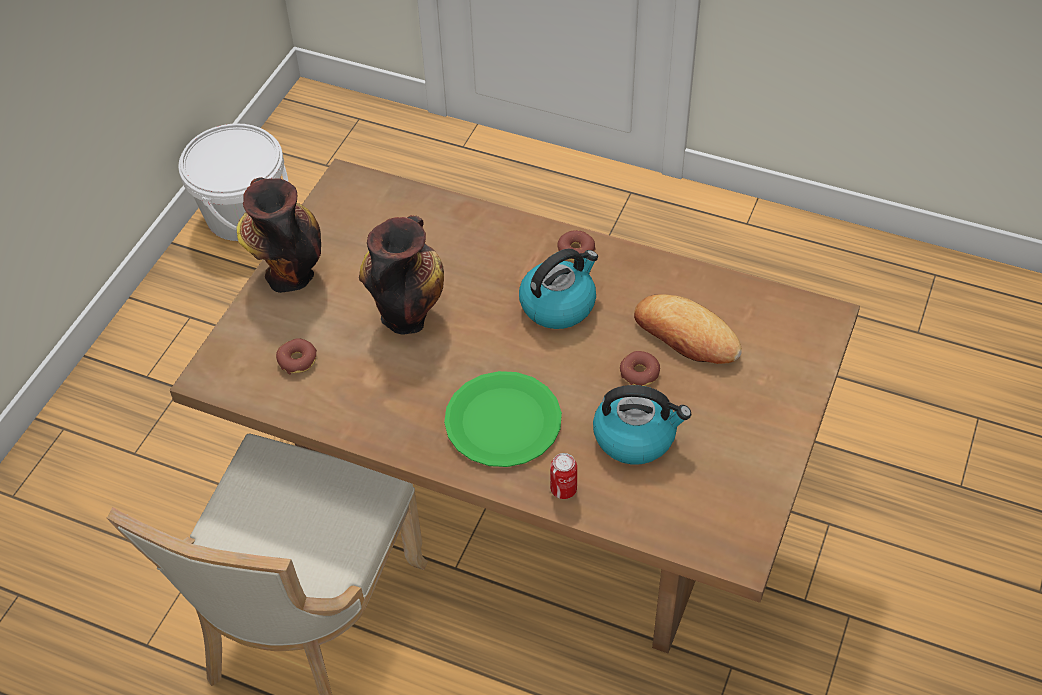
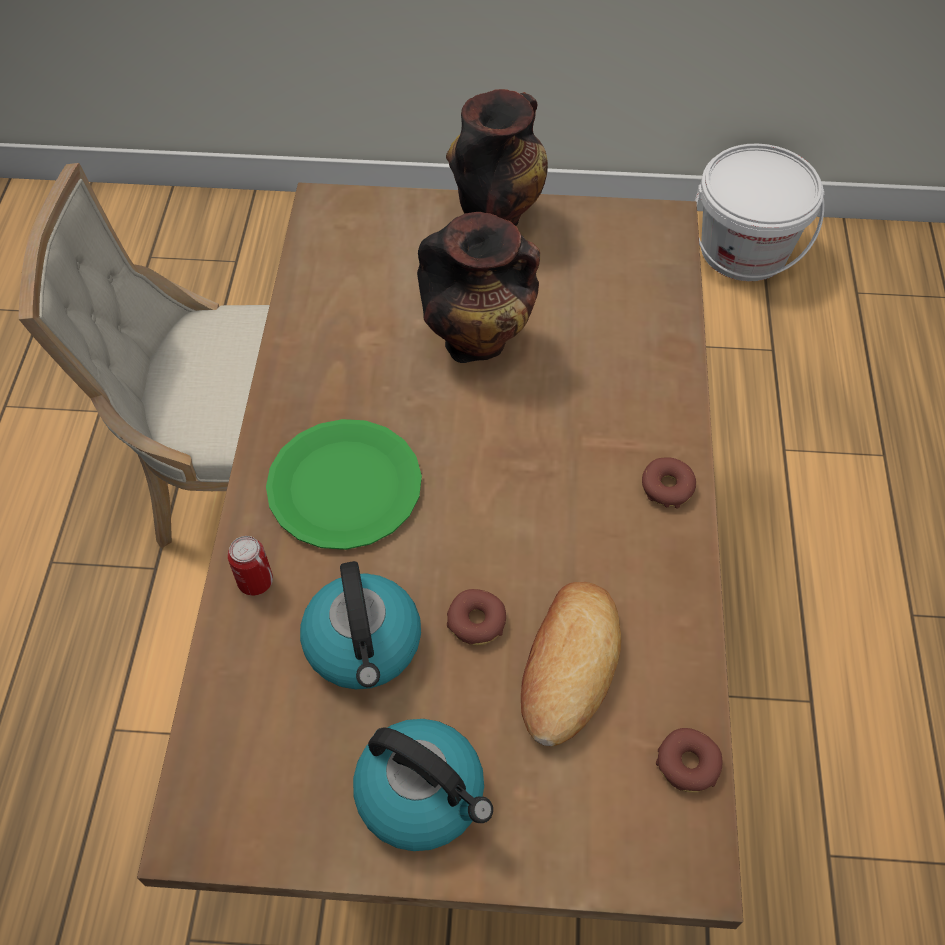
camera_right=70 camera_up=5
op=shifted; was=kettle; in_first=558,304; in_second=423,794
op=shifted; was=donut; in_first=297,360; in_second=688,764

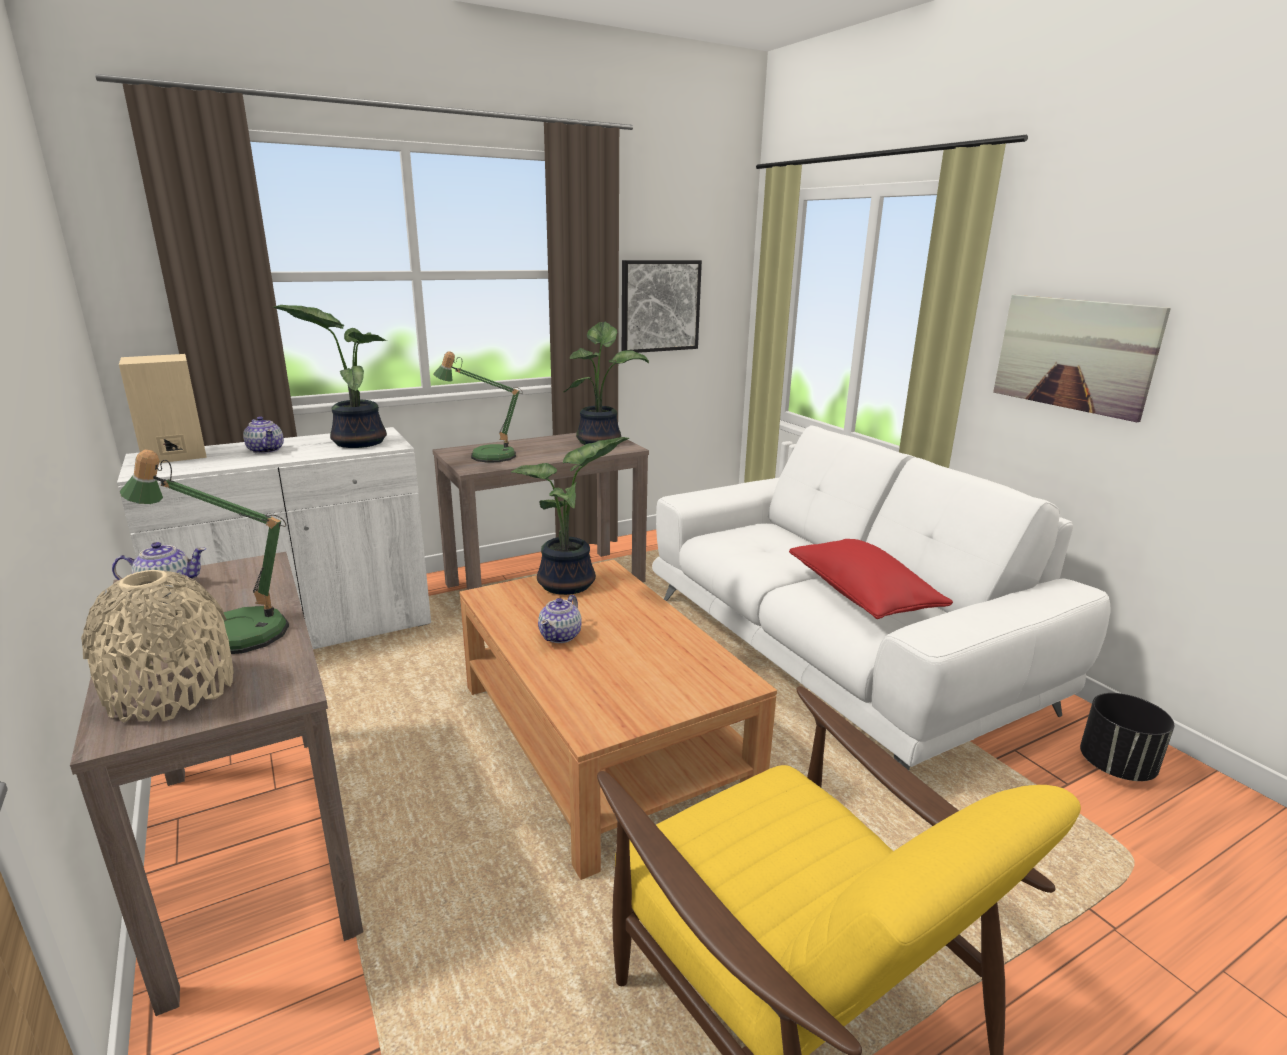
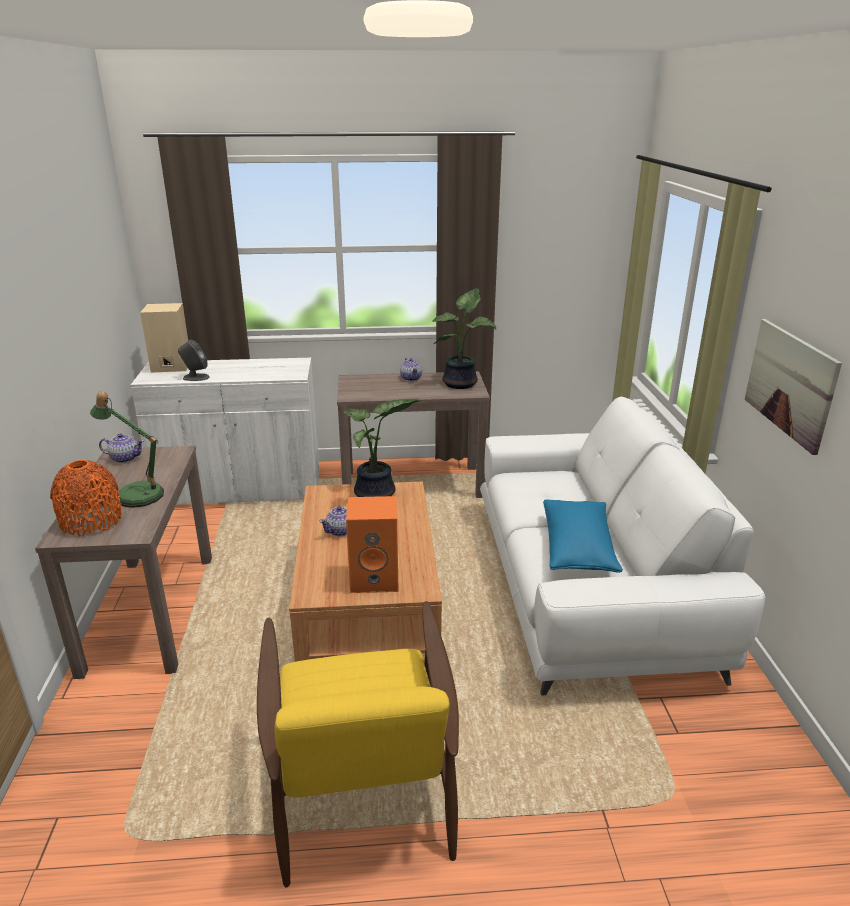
camera_right=25 camera_up=5
op=gone; was=picture; in_first=660,306
op=gone; was=potted plant; in_first=357,441
op=gone; was=table lamp; in_first=486,455
op=shifted; was=teapot; in_first=266,450; in_second=411,378
op=repainted; was=red pillow; now=blue pillow; in_first=862,596; in_second=578,549
op=repainted; was=beige vase; now=orange vase; in_first=172,690; in_second=91,521
op=gone; was=black planter; in_first=1116,766
op=new; now=grey speaker; in_second=195,377
op=new; now=orange speaker; in_second=376,578

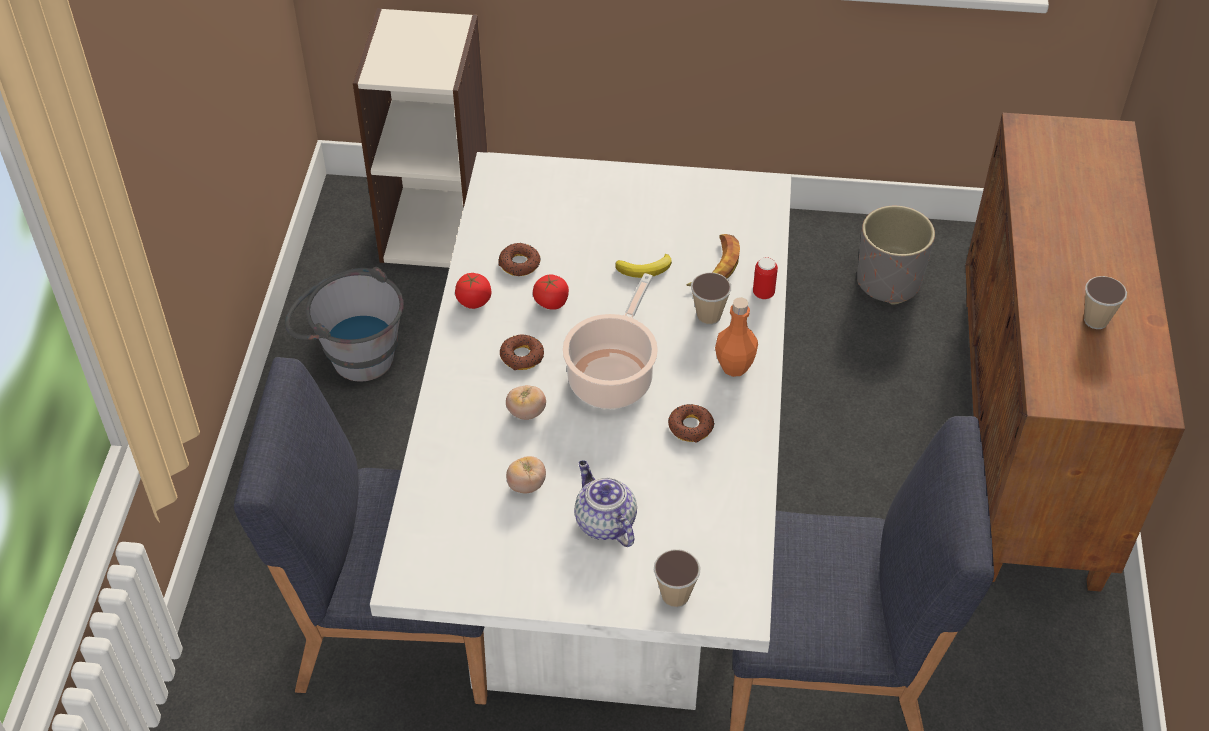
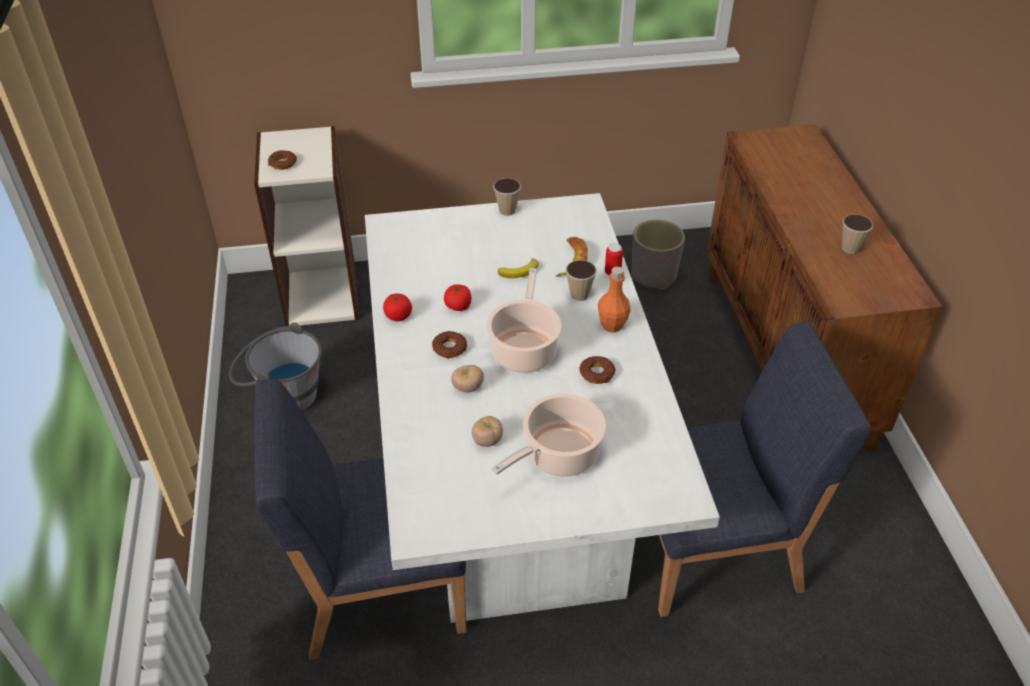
camera_right=-15 camera_up=-5
op=shifted; was=donut; in_first=519,264; in_second=283,163
op=swapped; was=teapot; now=cooking pot; in_first=604,522; in_second=558,455
op=shifted; was=cup; in_first=675,596; in_second=507,210

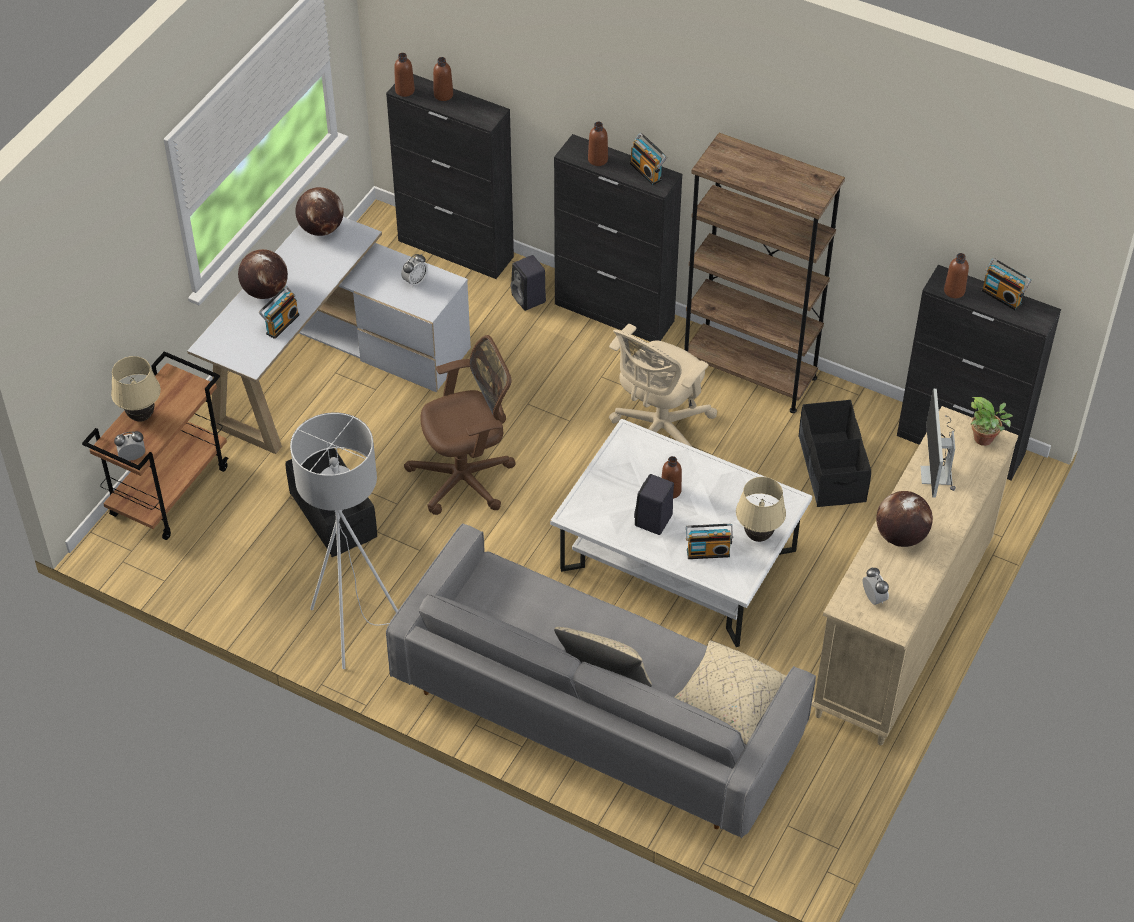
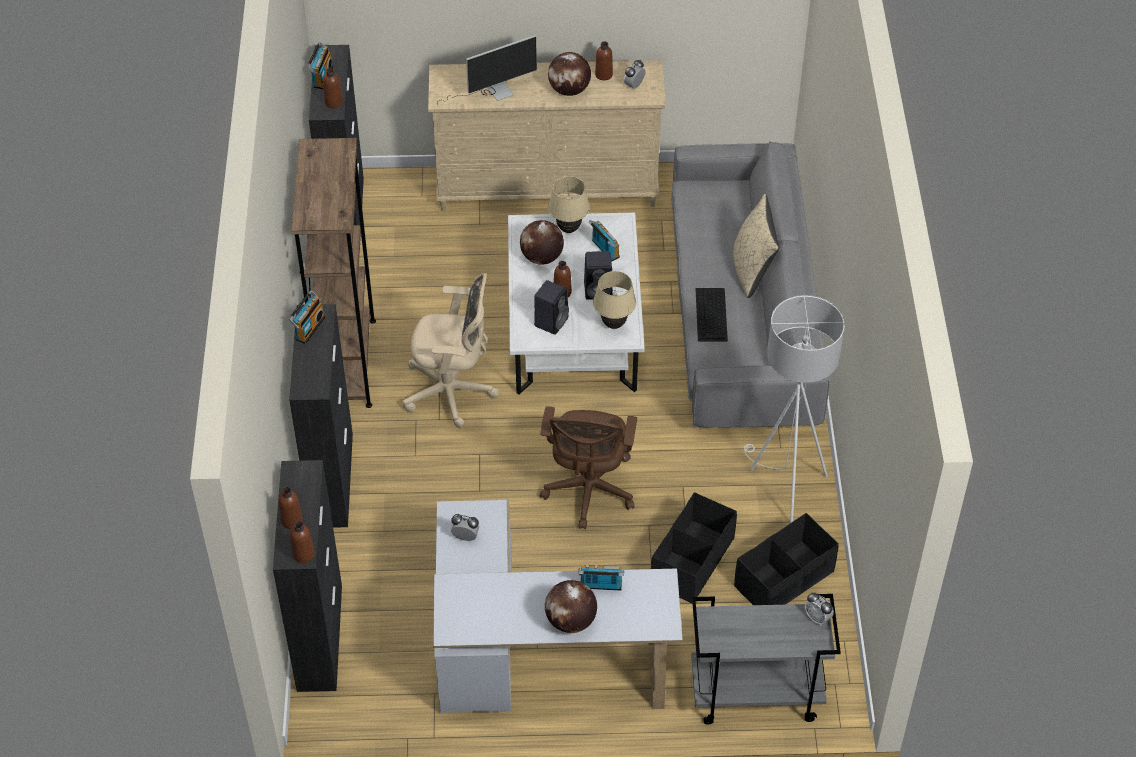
camera_right=-120 camera_up=0
op=shifted; was=brown bottle; in_first=598,159; in_second=603,75
op=shifted; was=globe; in_first=321,229; in_second=541,257
op=shifted; was=black speaker; in_first=529,299; in_second=551,321
op=rotated; was=brown office chair; in_first=467,478; in_second=589,492; clockwise=-120
op=repainted; was=brown cart; now=grey cart; in_first=170,490; in_second=754,695
op=shifted; was=beige table lamp; in_first=141,416; in_second=613,324
op=gone; was=potted plant; in_first=986,439
op=shifted; was=black storage box; in_first=831,469; in_second=784,579
op=gone; was=beige pillow; in_first=728,703
op=new; now=keyboard; in_second=711,315

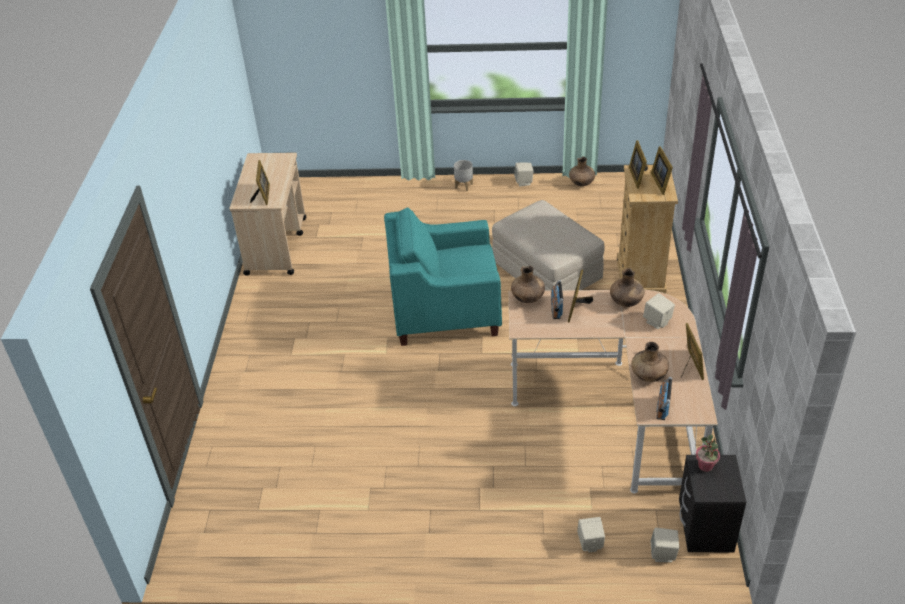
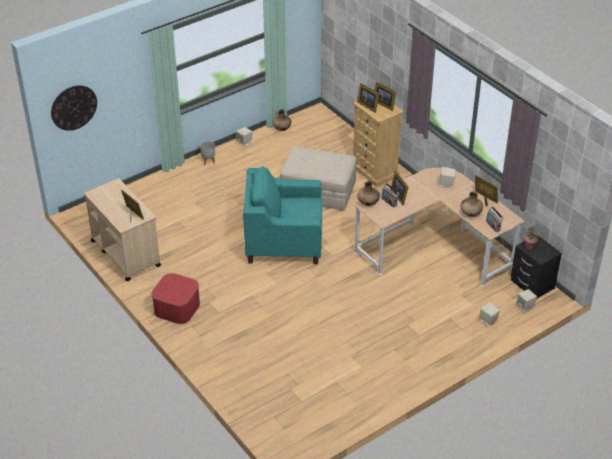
camera_right=-40 camera_up=0
op=rotated; was=turquoise armchair; in_first=445,311; in_second=284,242; clockwise=45
op=gone; was=brown vase; in_first=626,302
op=new; now=wall clock; in_second=74,107
op=new; now=ottoman; in_second=177,307

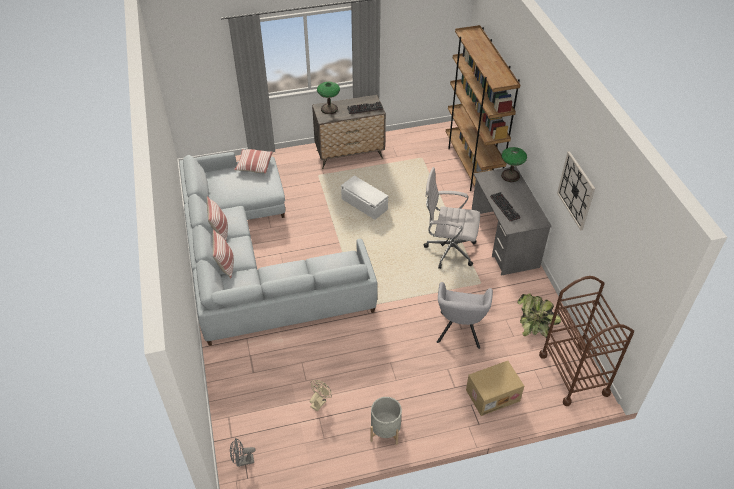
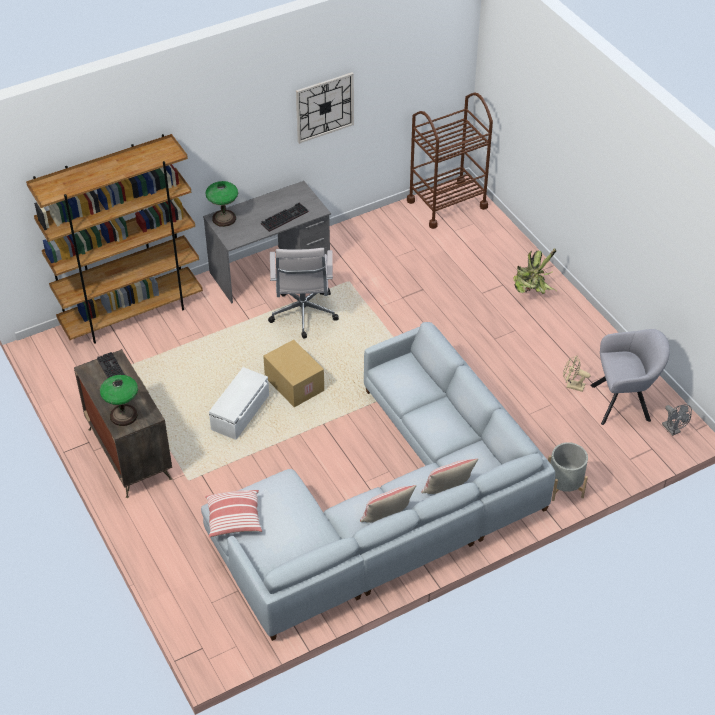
camera_right=-105 camera_up=0
op=shifted; was=grey armchair; in_first=459,332; in_second=624,402
op=shifted; was=potted plant; in_first=533,325; in_second=531,292
op=shifted; was=cardboard box; in_first=492,394; in_second=293,384
op=shifted; was=grey planter; in_first=385,431; in_second=564,486

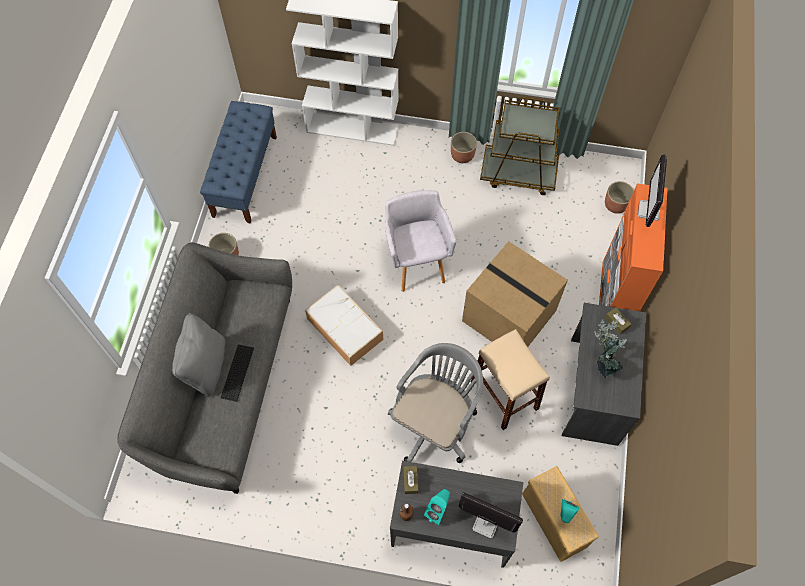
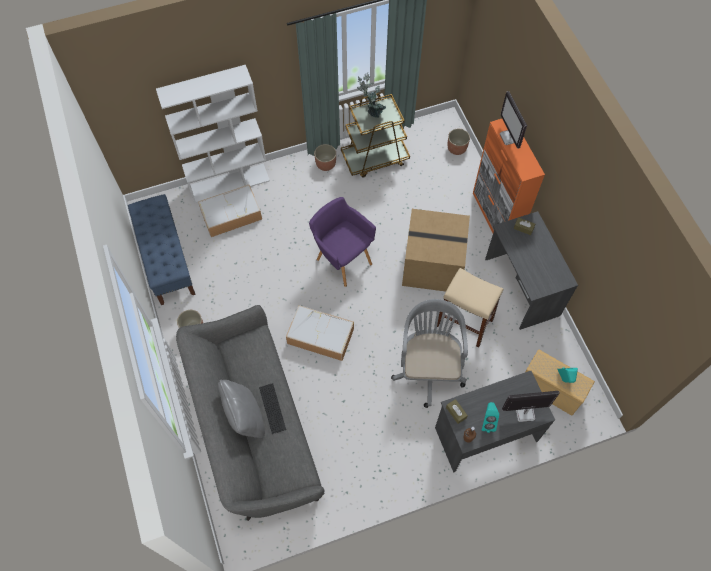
camera_right=-30 camera_up=0
op=repainted; was=grey armchair; now=purple armchair; in_first=417,262; in_second=342,259
op=shifted; was=potted plant; in_first=604,360; in_second=372,111
op=new; now=storage box; in_second=232,214

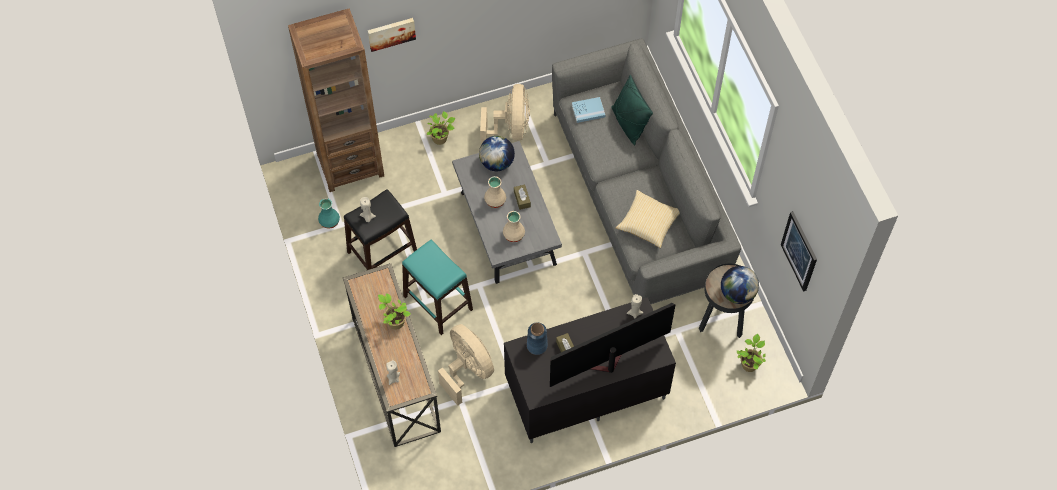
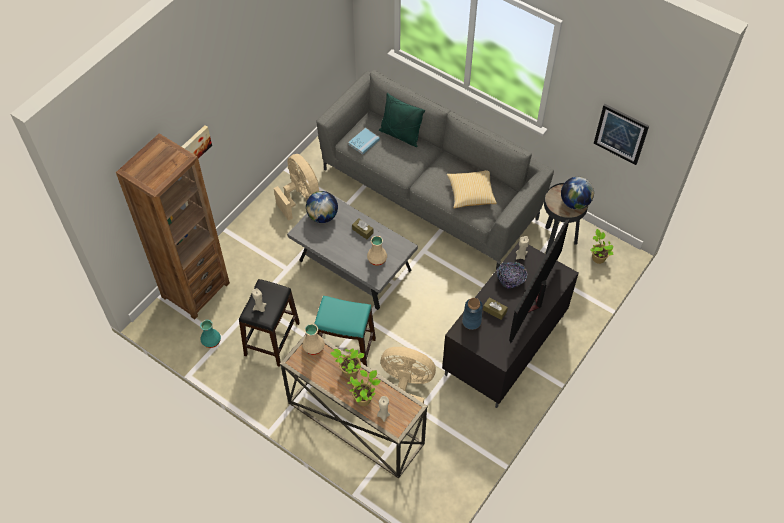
camera_right=-35 camera_up=-5
op=shifted; was=potted plant; in_first=441,138; in_second=364,398
op=shifted; was=beige vase; in_first=495,200; in_second=313,346
op=new; now=bowl; in_second=511,279

